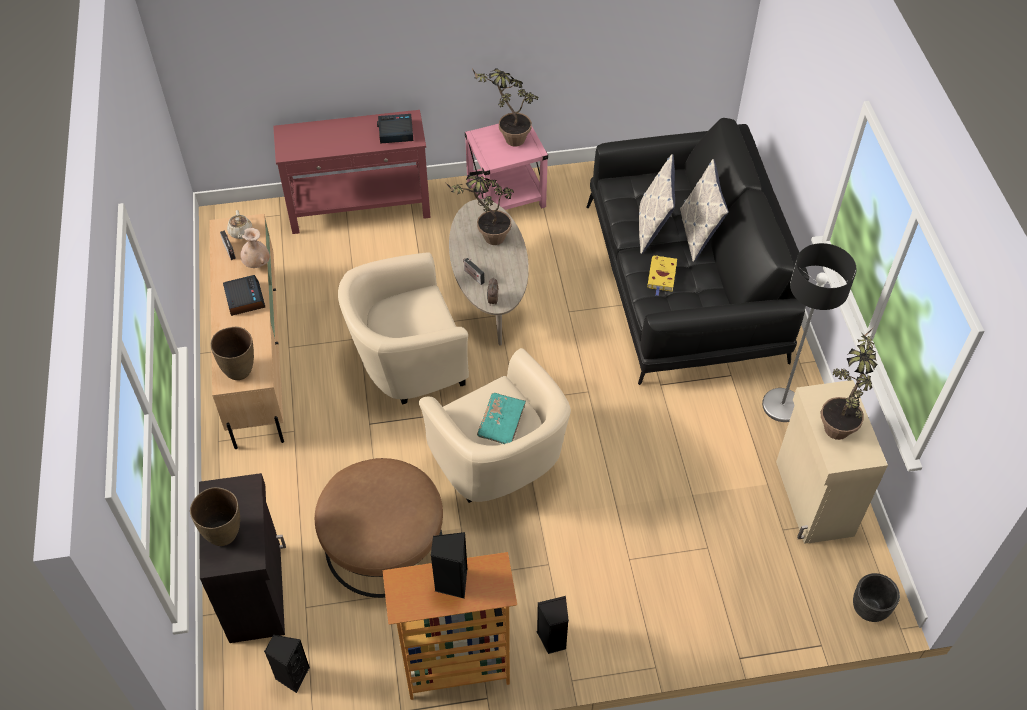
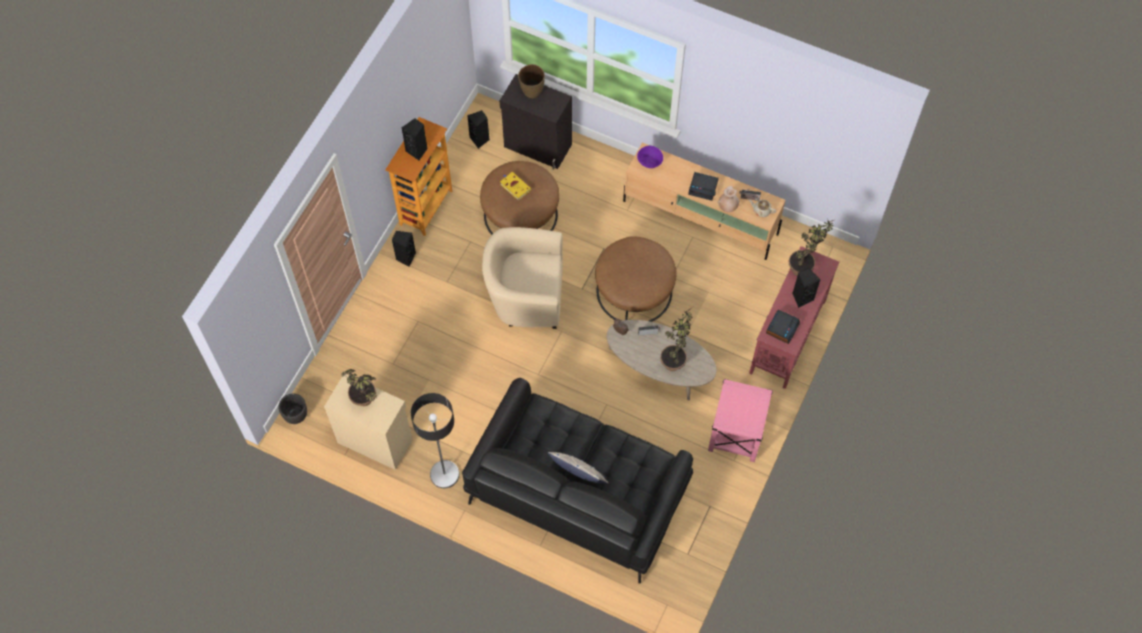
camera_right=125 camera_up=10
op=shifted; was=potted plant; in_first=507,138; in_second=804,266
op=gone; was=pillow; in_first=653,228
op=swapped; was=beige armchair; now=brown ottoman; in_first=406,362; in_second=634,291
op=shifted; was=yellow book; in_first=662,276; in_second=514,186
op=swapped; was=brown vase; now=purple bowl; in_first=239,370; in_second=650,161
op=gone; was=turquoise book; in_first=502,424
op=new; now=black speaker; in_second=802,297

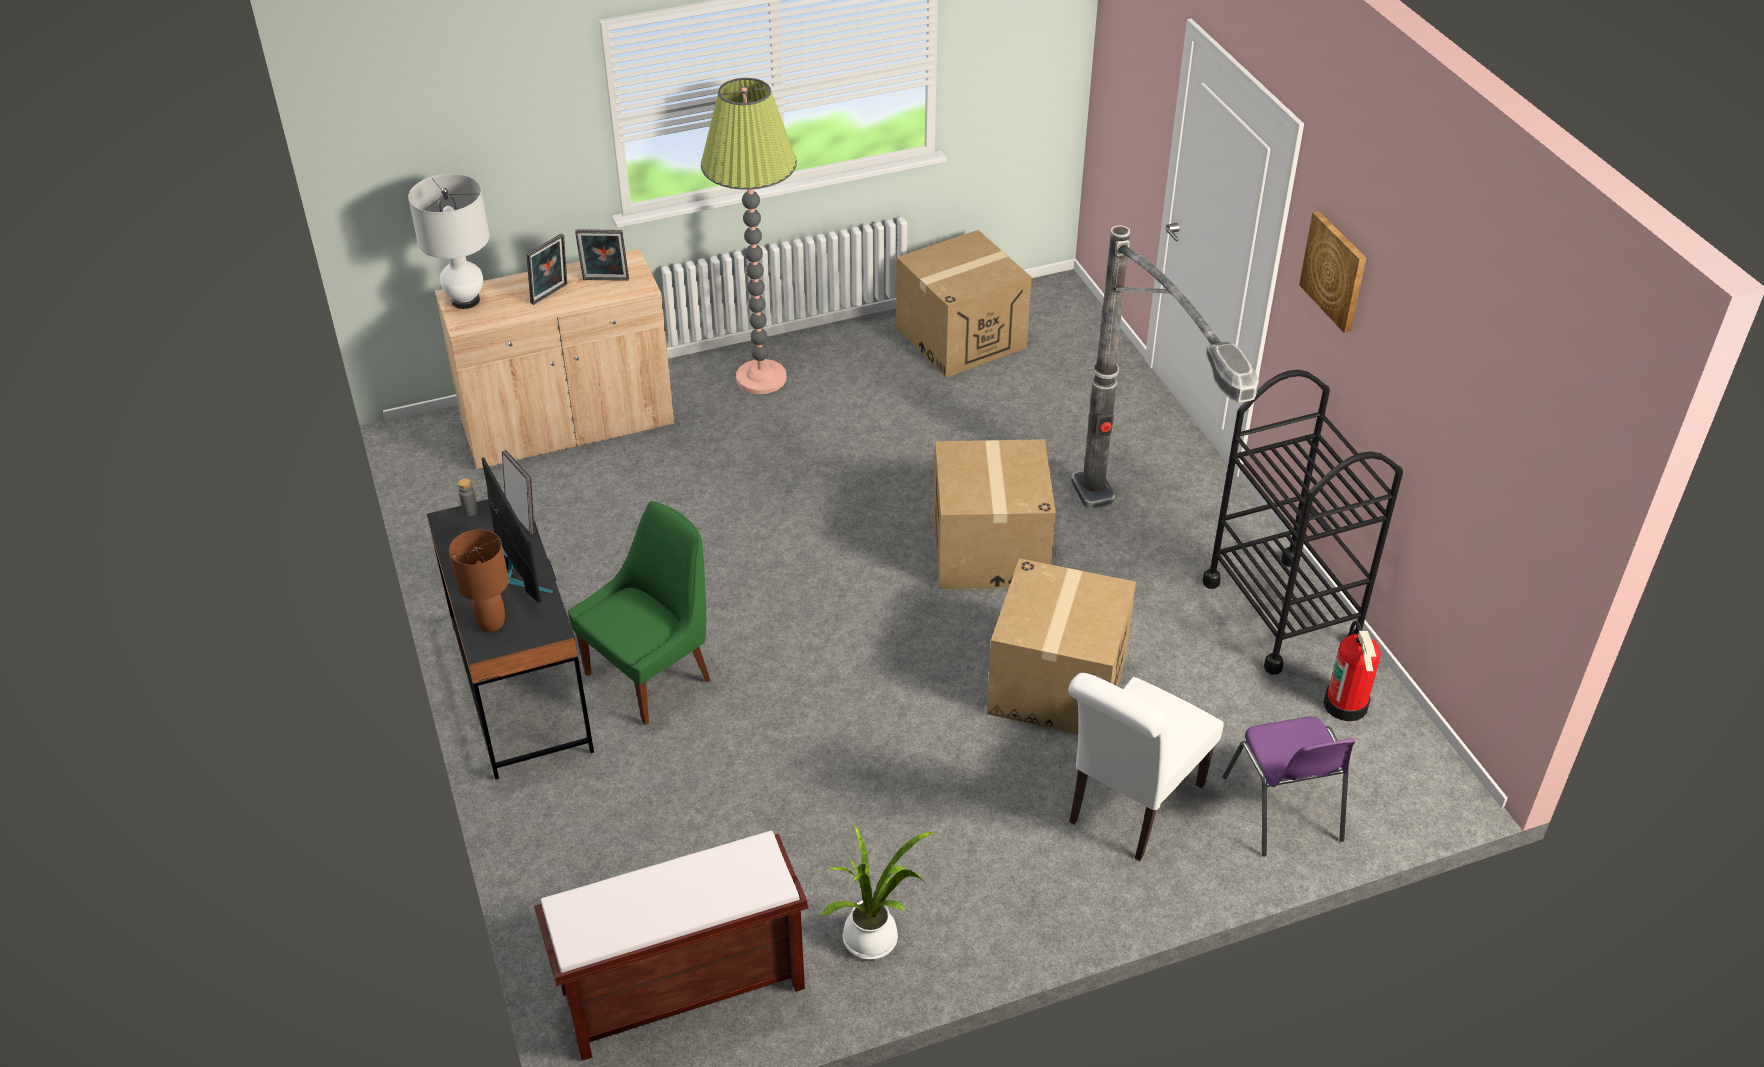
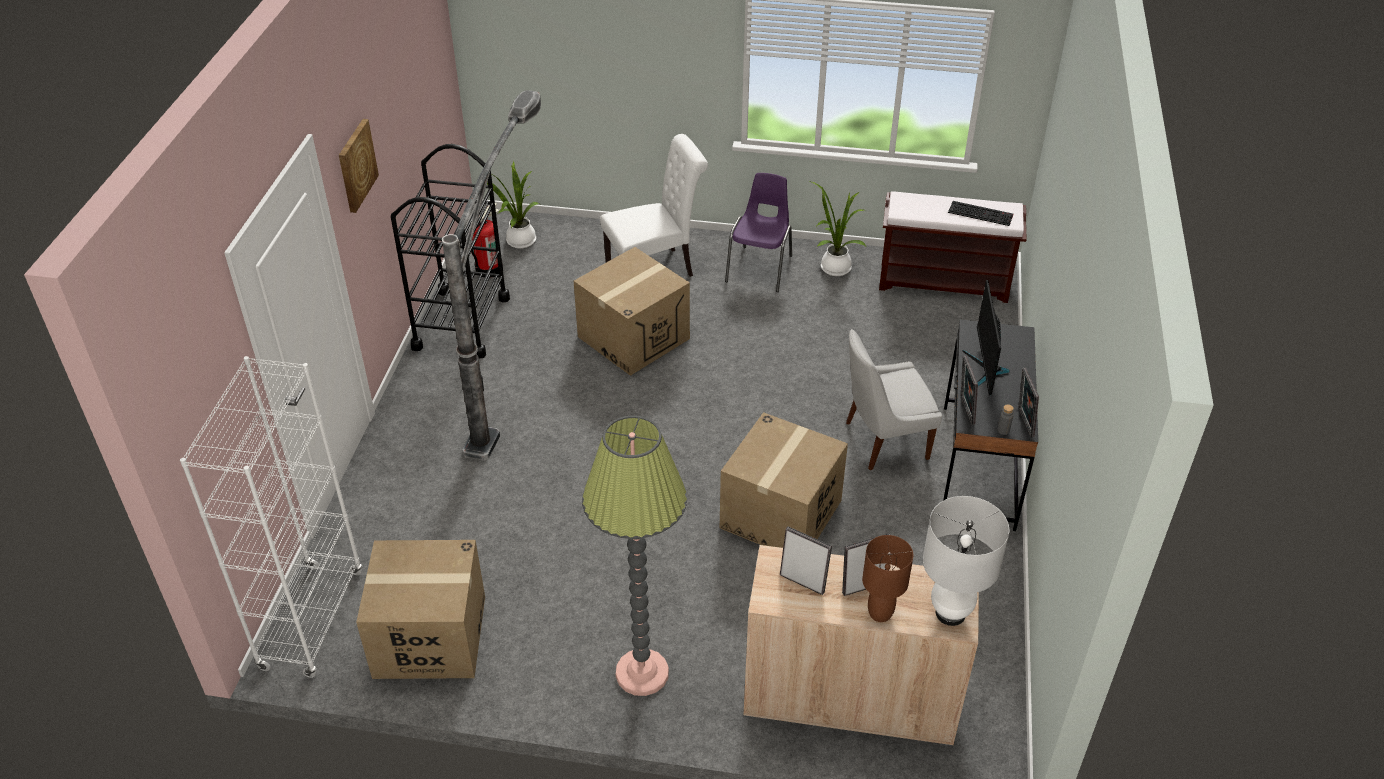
camera_right=-150 camera_up=0
op=shifted; was=cardboard box; in_first=989,549; in_second=781,514
op=repainted; was=green chair; now=white chair; in_first=652,674; in_second=883,441
op=shifted; was=brown table lamp; in_first=491,623; in_second=880,613
op=shifted; was=purple chair; in_first=1283,810; in_second=760,268
op=new; now=potted plant; in_second=518,241
op=new; now=keyboard; in_second=981,213
op=new; now=white bookcase; in_second=312,620
op=new; now=picture frame; in_second=1023,422

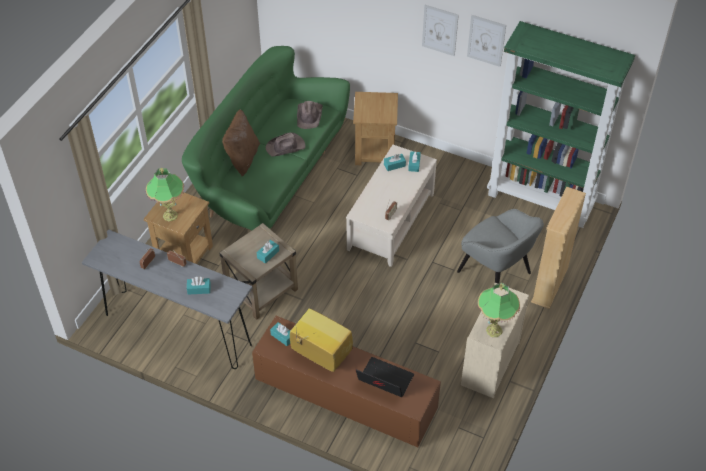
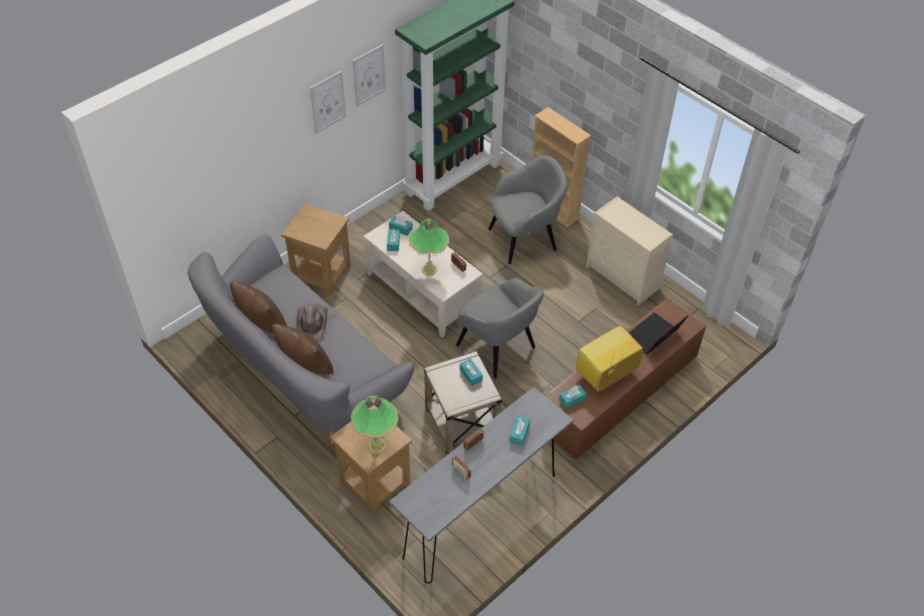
camera_right=-70 camera_up=0
op=repainted; was=green sofa; now=grey sofa; in_first=270,175; in_second=302,371
op=gone; was=brown hat; in_first=309,116
op=shifted; was=table lamp; in_first=494,331; in_second=429,270
op=new; now=grey armchair; in_second=497,347
op=new; now=brown pillow; in_second=262,325

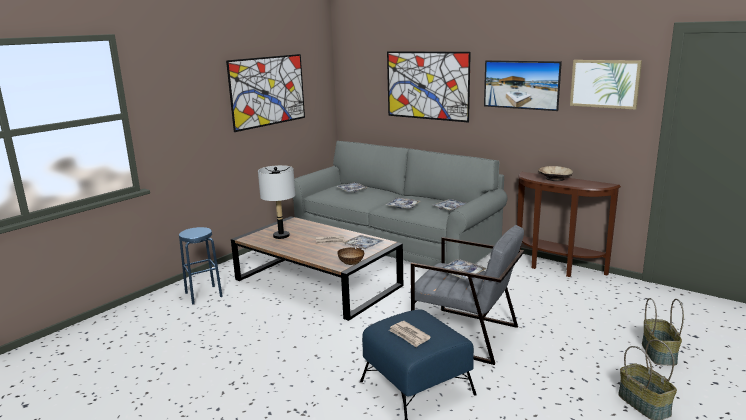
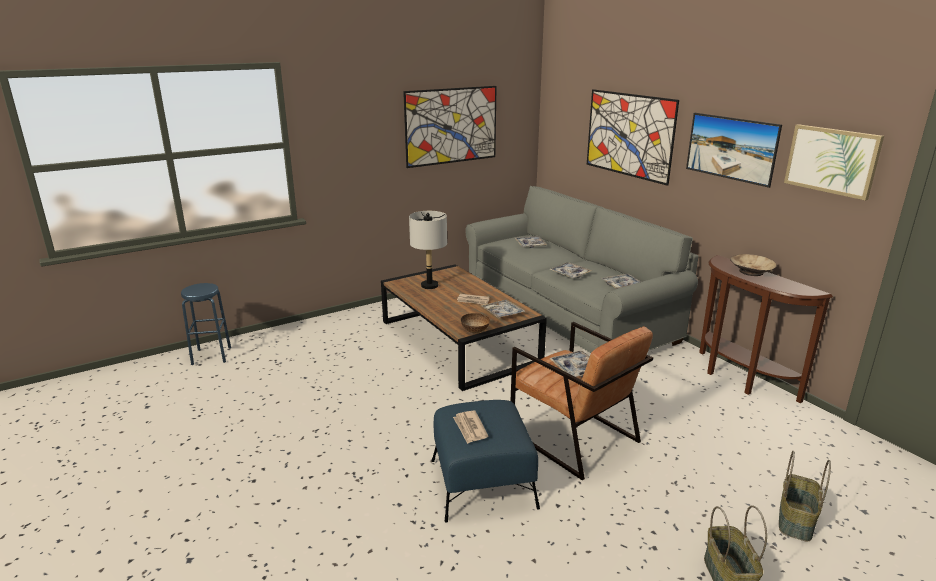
camera_right=20 camera_up=5
op=repainted; was=grey armchair; now=brown armchair; in_first=465,335; in_second=573,437
op=shifted; was=blue stool; in_first=203,294; in_second=211,355

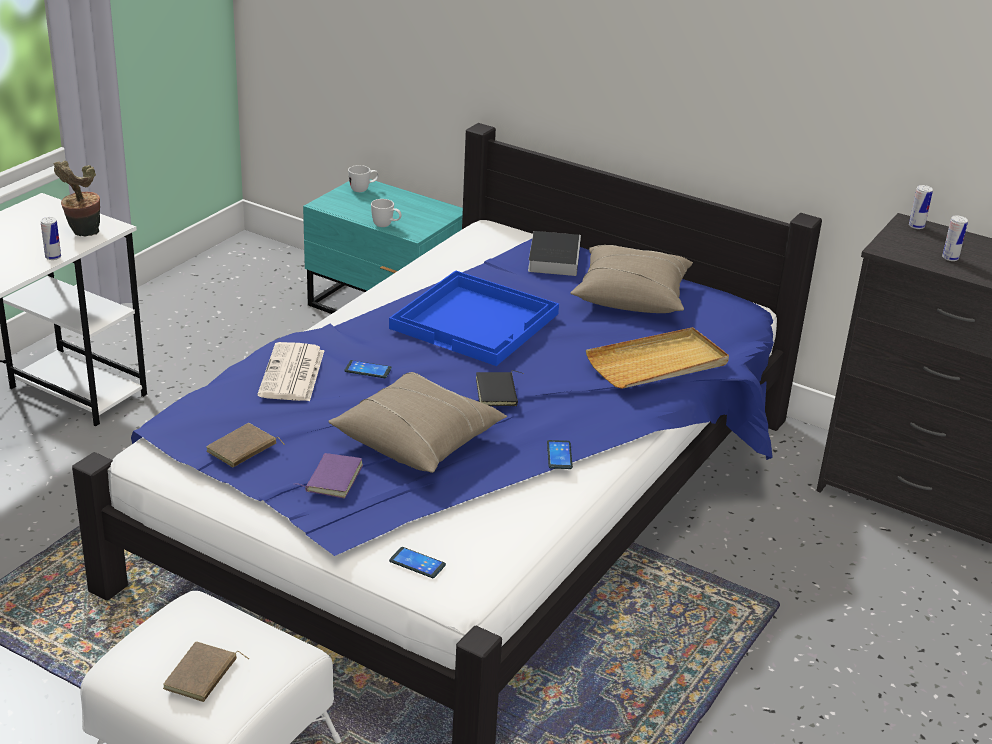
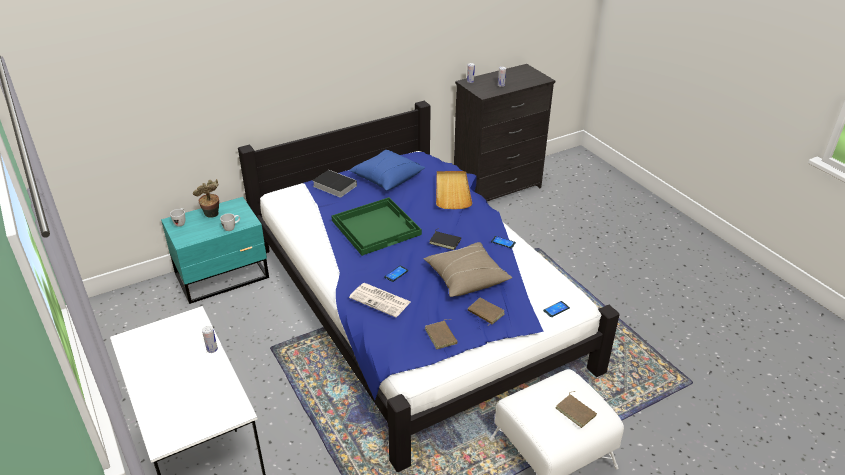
camera_right=-60 camera_up=5
op=shifted; was=potted plant; in_first=82,233; in_second=212,216
op=repainted; was=beige pillow; now=blue pillow; in_first=631,296; in_second=387,178
op=repainted; was=blue tray; now=green tray; in_first=476,321; in_second=376,227
op=repainted; was=purple book; now=brown book; in_first=332,478; in_second=485,313

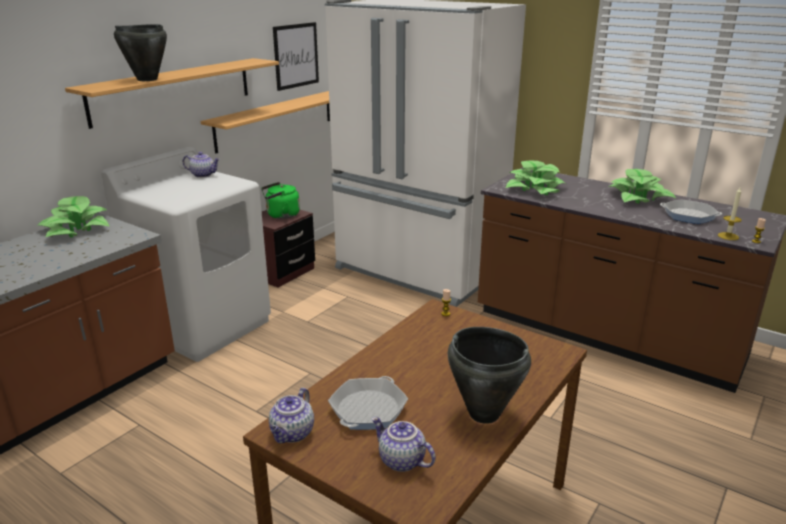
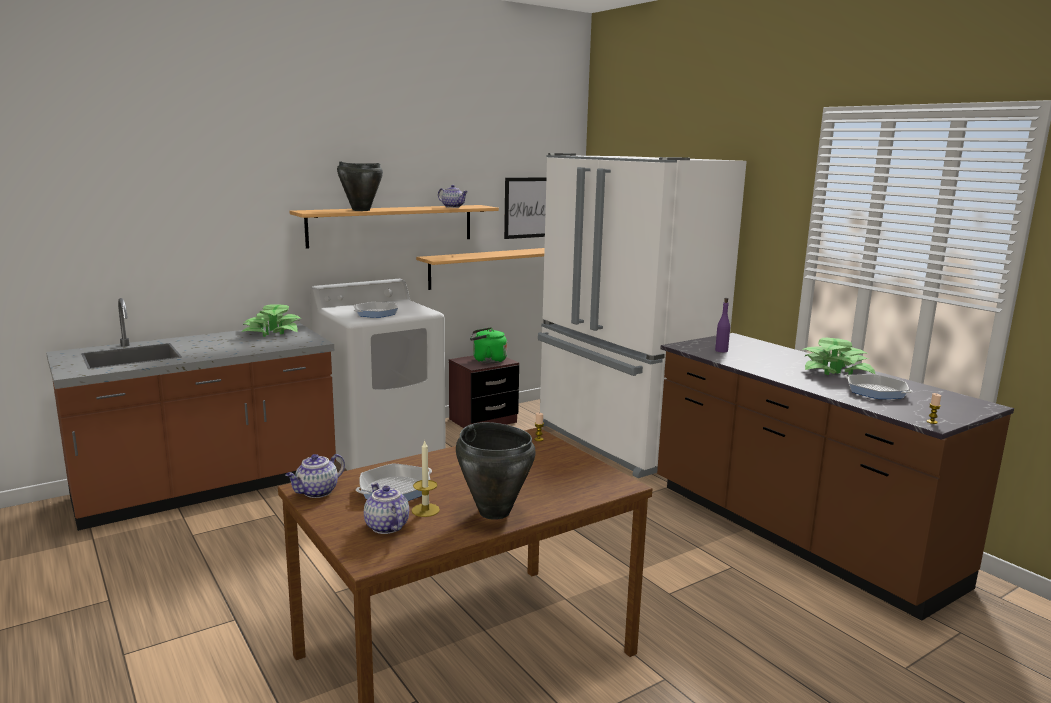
camera_right=20 camera_up=-10
op=shifted; was=teapot; in_first=203,175; in_second=453,207
op=swapped; was=potted plant; now=purple bottle; in_first=535,189; in_second=721,350
op=shifted; was=candle; in_first=728,236; in_second=425,510
op=new; now=frying pan; in_second=376,313

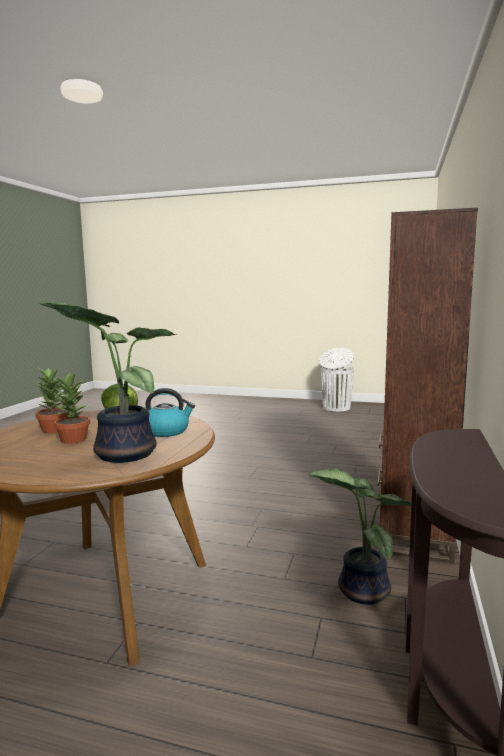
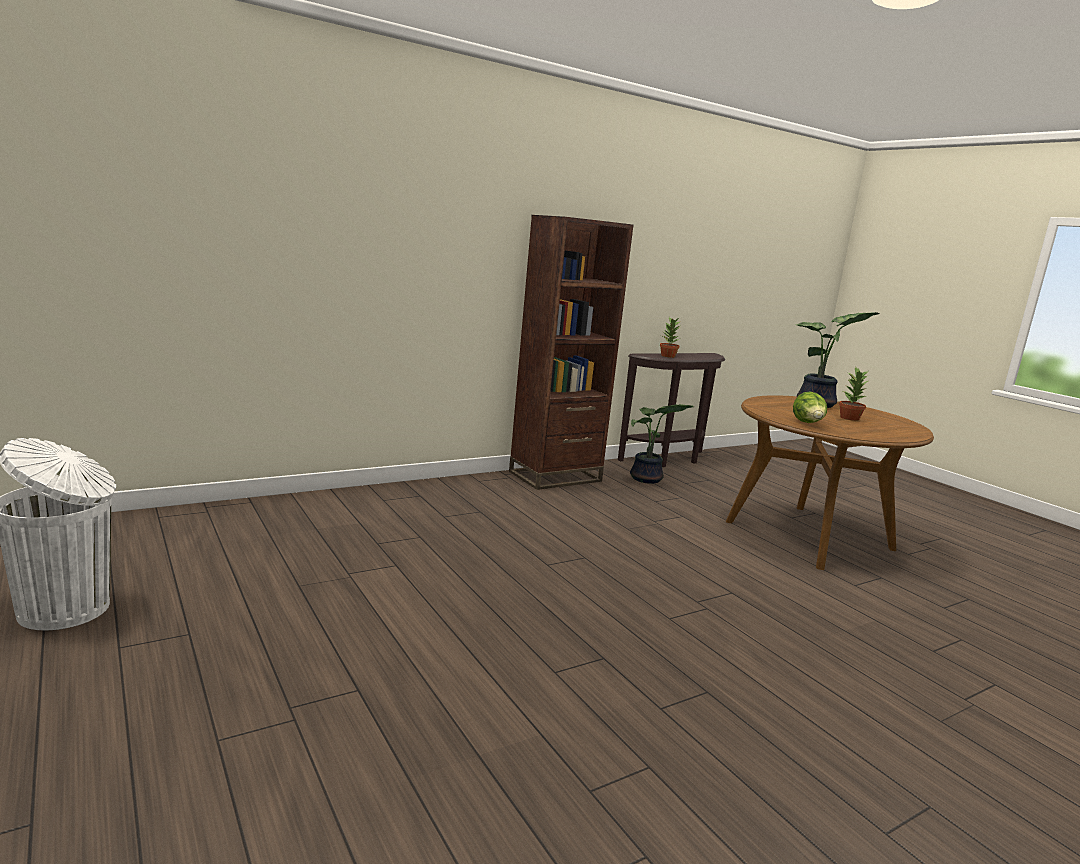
camera_right=-140 camera_up=5
op=shifted; was=potted plant; in_first=53,429; in_second=668,356
op=gone; was=kettle; in_first=167,431

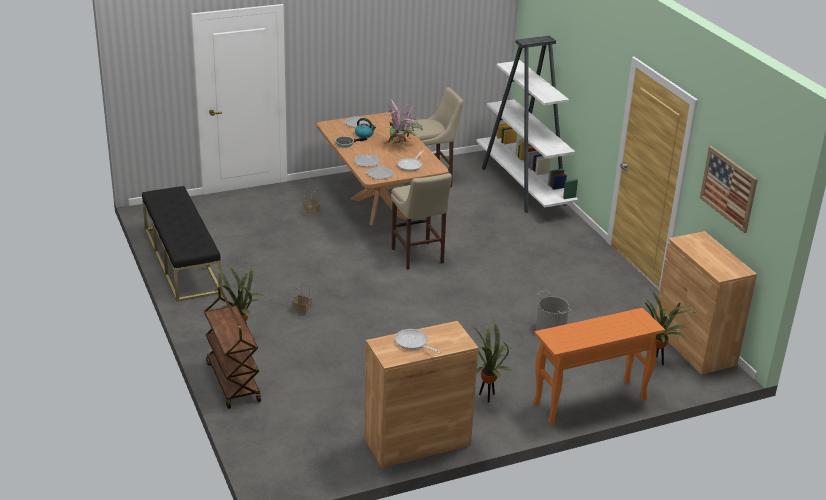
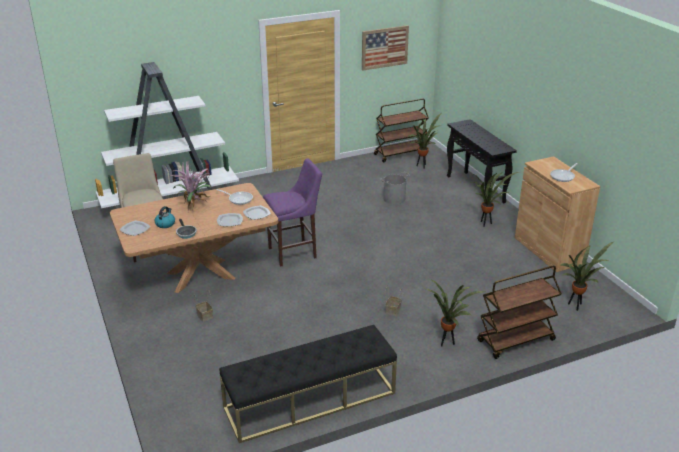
camera_right=-90 camera_up=0
op=repainted; was=beige stool; now=purple stool; in_first=418,257; in_second=295,252
op=swapped; was=brown cabinet; now=brown cart; in_first=694,346; in_second=400,154
op=repainted; was=orange console table; now=black console table; in_first=589,402; in_second=476,189
op=new; now=potted plant; in_second=576,306

